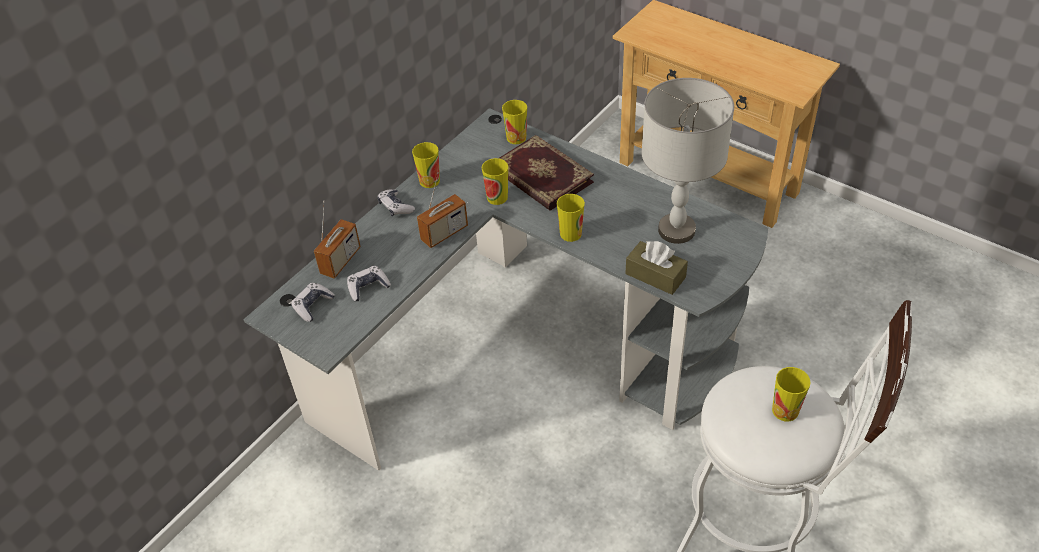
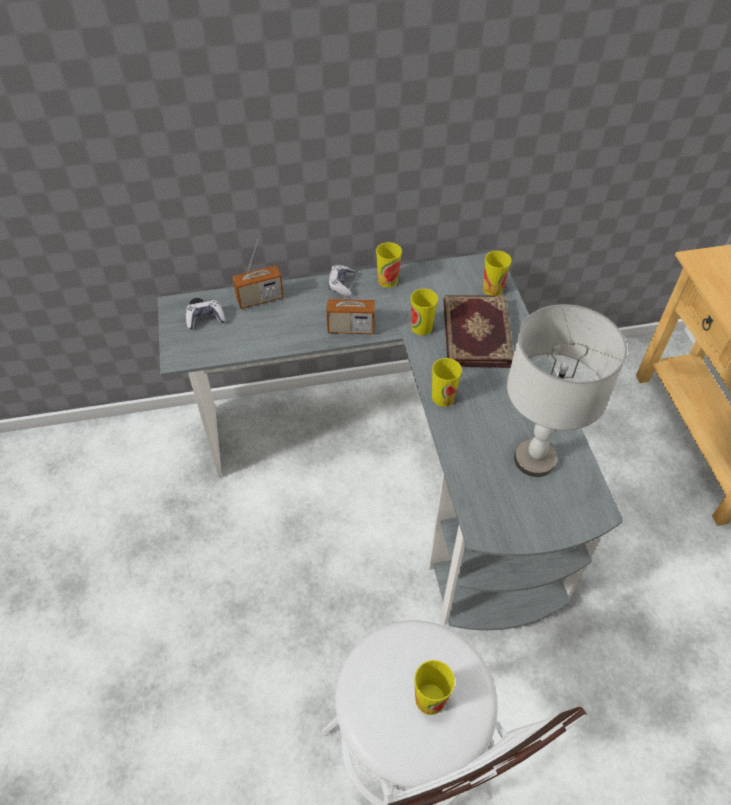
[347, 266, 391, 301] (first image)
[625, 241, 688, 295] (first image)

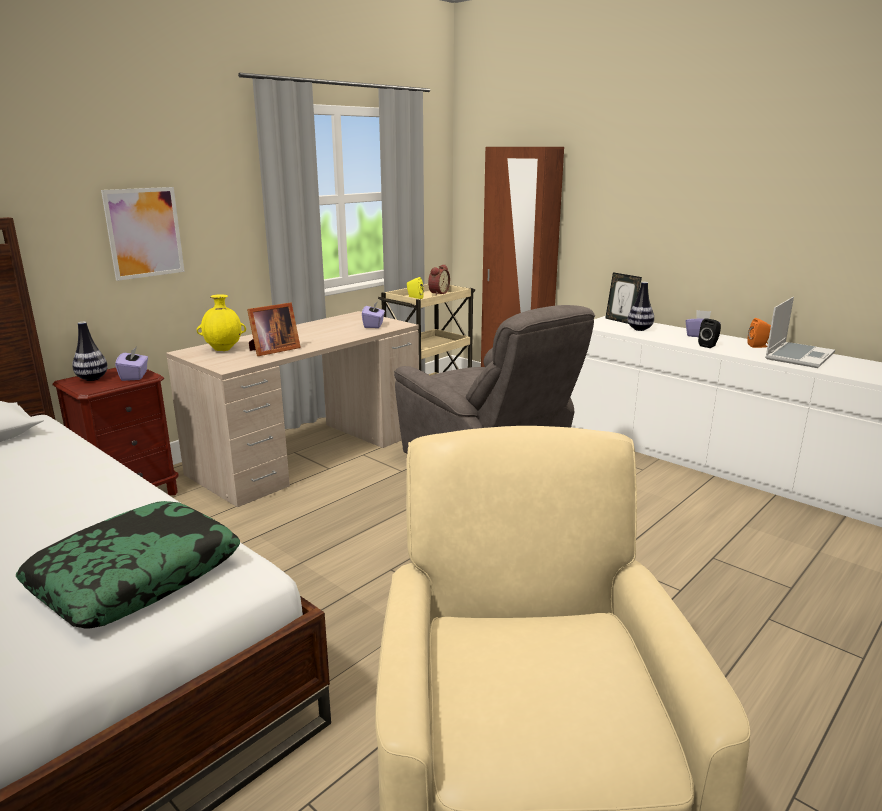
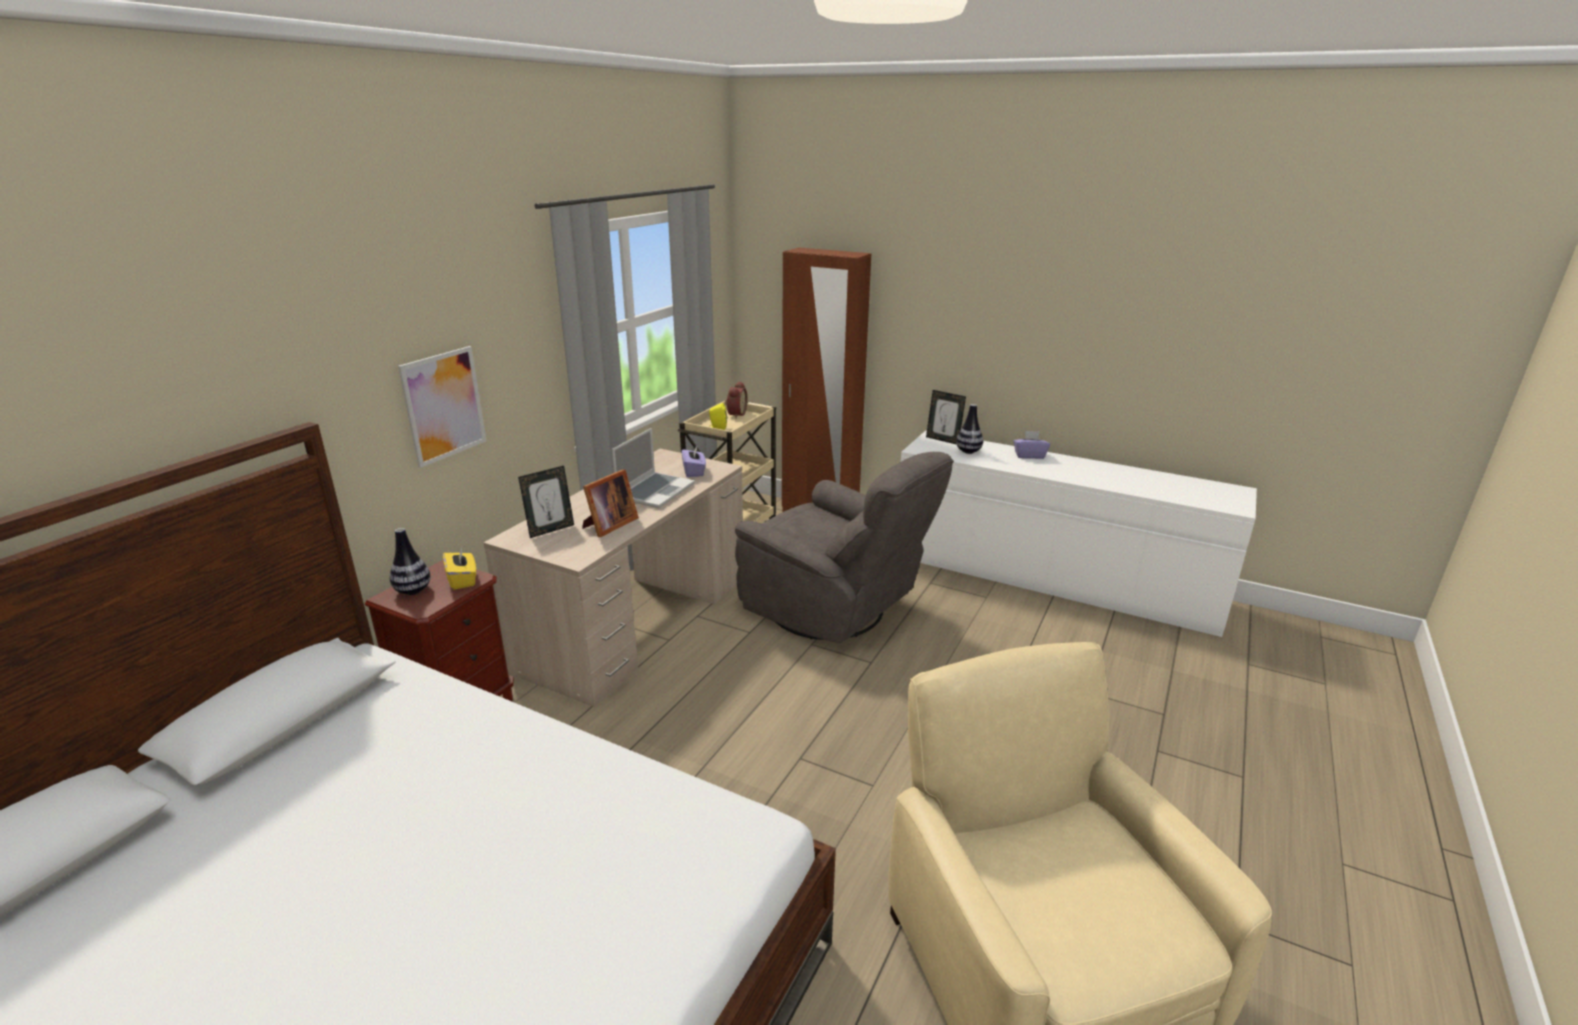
[16, 501, 240, 628] (first image)
[698, 318, 721, 348] (first image)
[747, 318, 771, 348] (first image)
[612, 428, 695, 508]
[518, 466, 574, 538]
[443, 547, 476, 590]

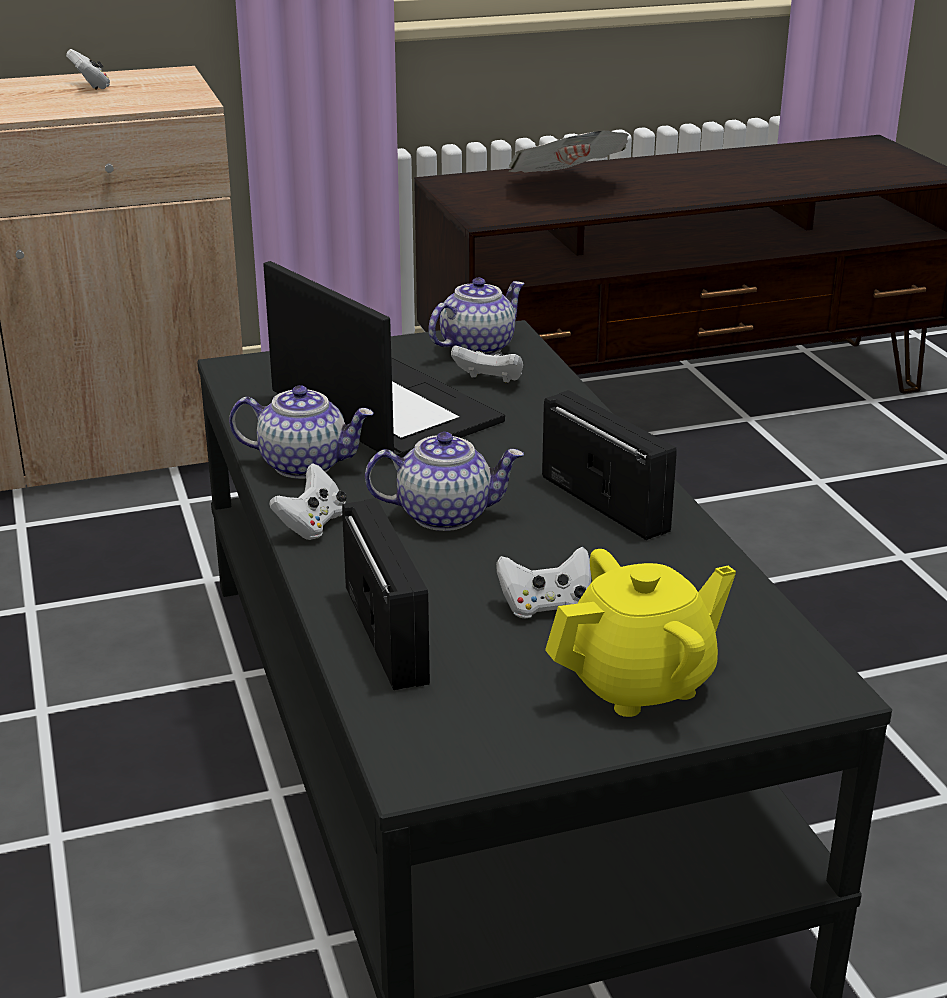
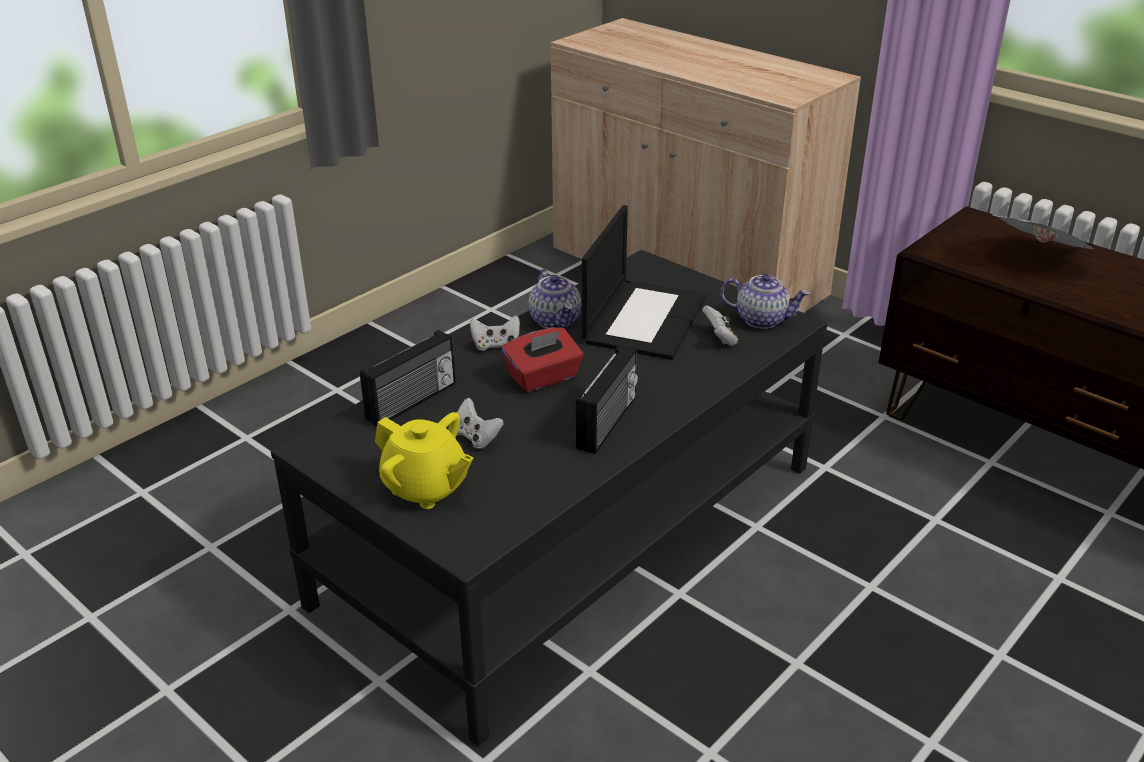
[66, 49, 110, 90] (first image)
[502, 327, 583, 392]

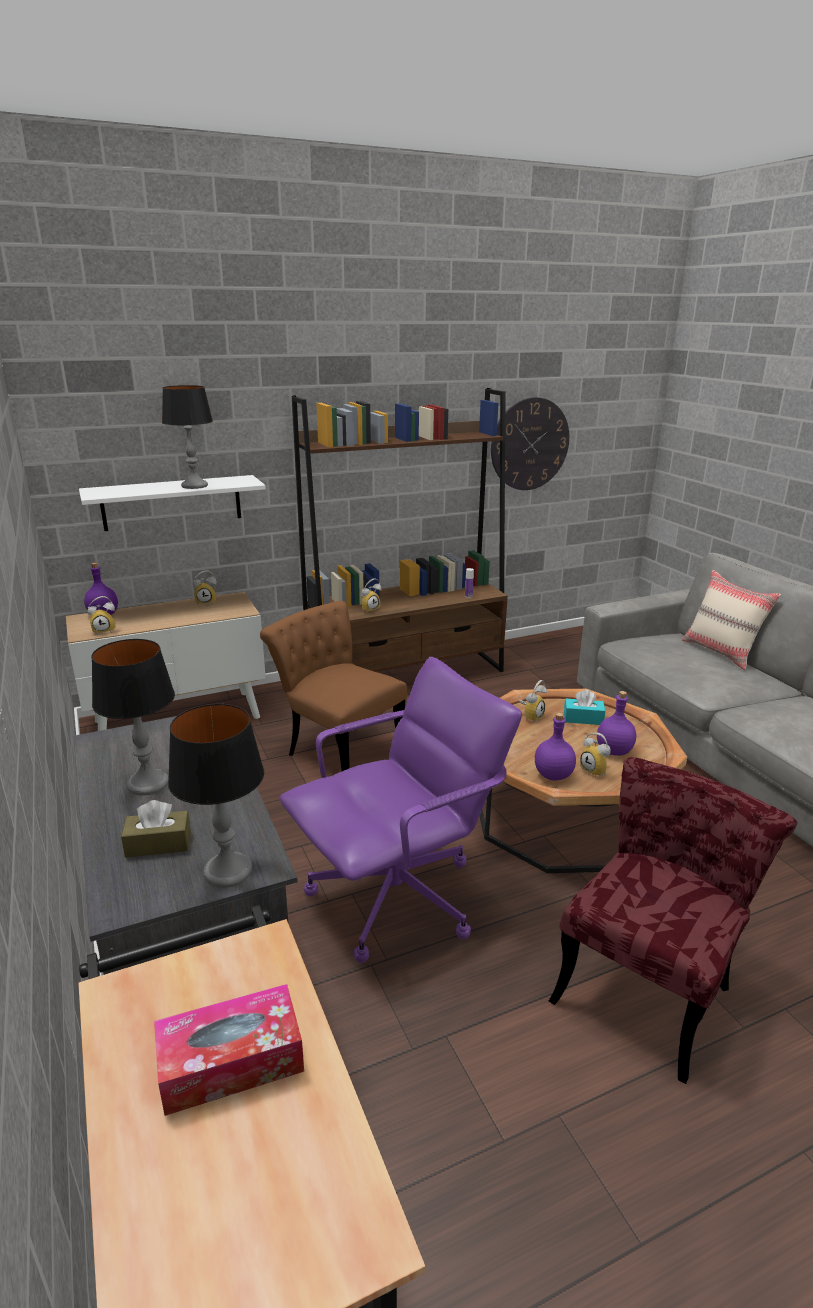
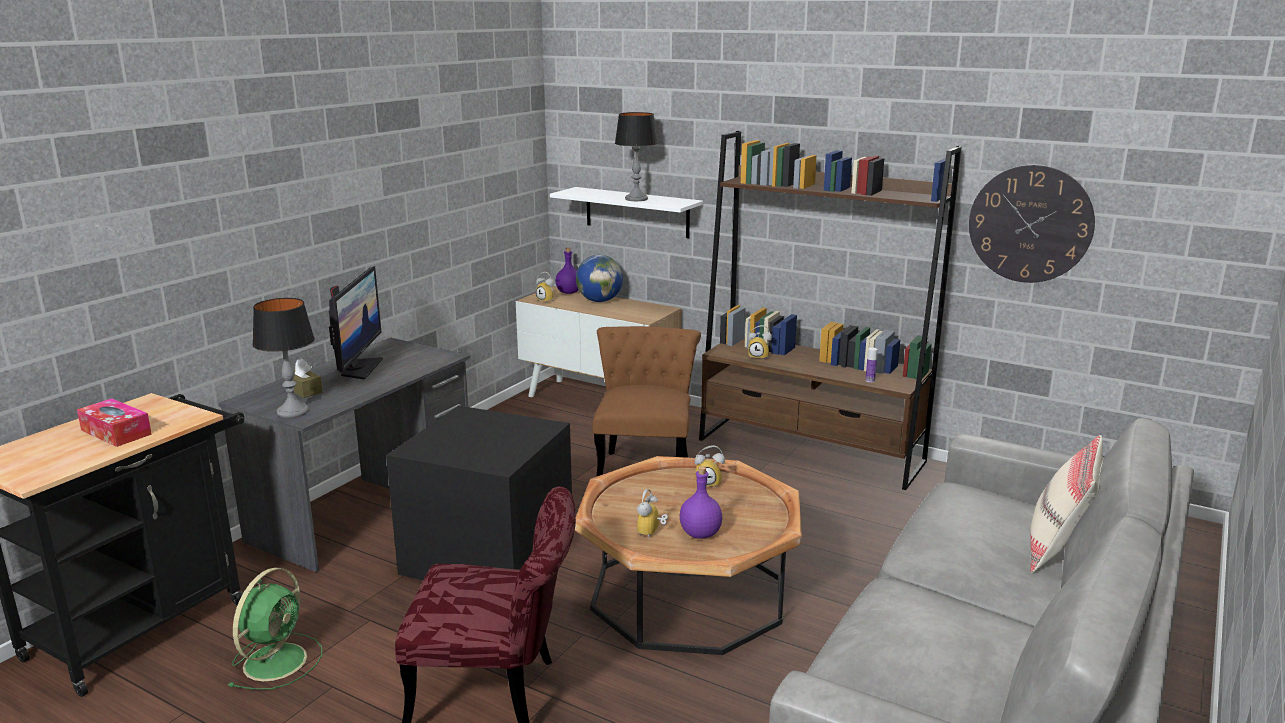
[193, 570, 217, 606] (first image)
[535, 713, 576, 780] (first image)
[564, 689, 605, 725] (first image)
[229, 568, 322, 690]
[576, 255, 623, 302]
[329, 266, 383, 380]
[386, 406, 572, 580]

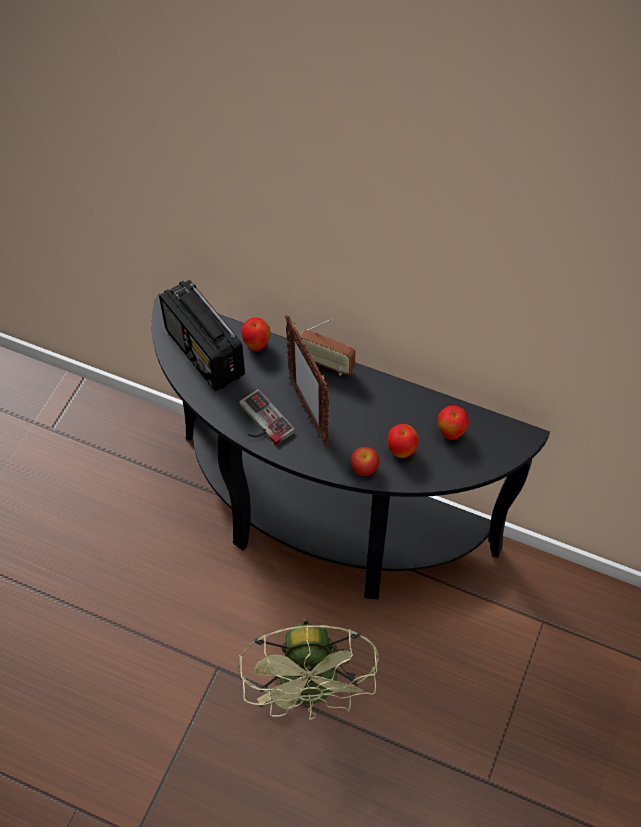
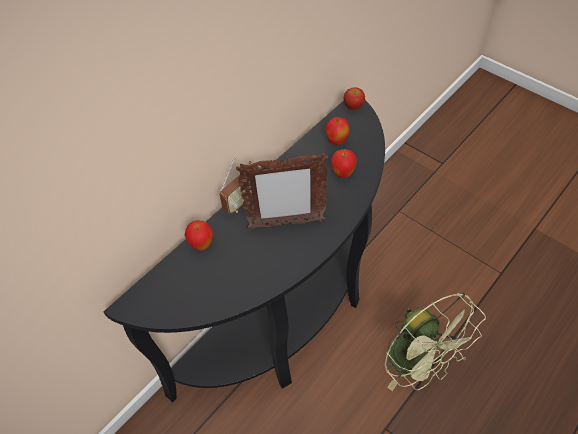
[159, 280, 245, 391] (first image)
[239, 389, 295, 445] (first image)
[344, 87, 365, 110]
[385, 293, 486, 391]

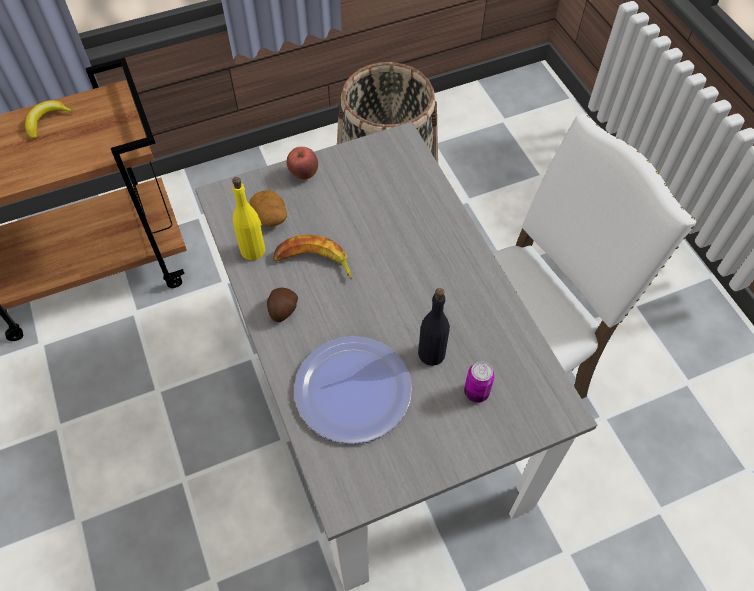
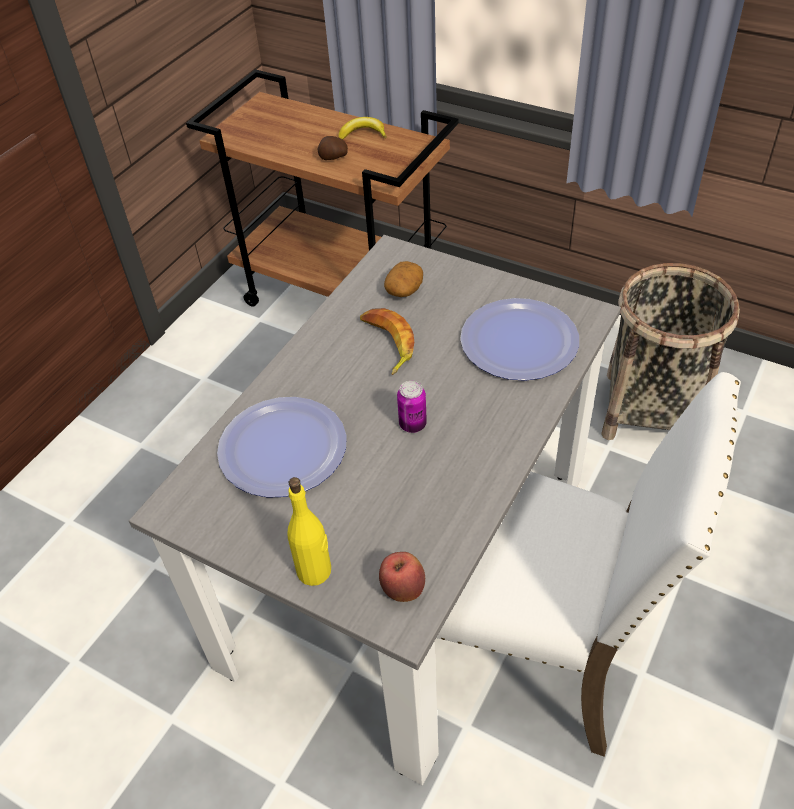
[418, 288, 450, 366] (first image)
[460, 298, 579, 381]
[288, 477, 331, 586]
[318, 136, 348, 160]
[379, 552, 425, 602]
[397, 381, 427, 433]

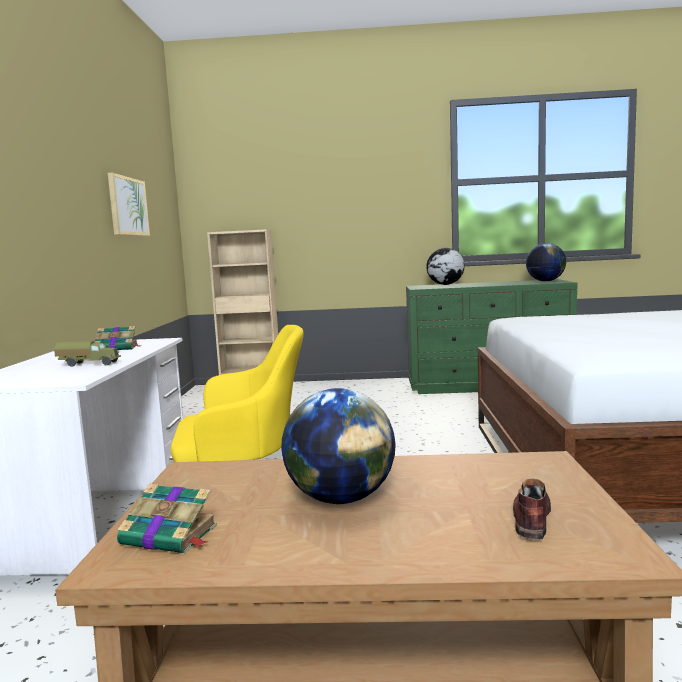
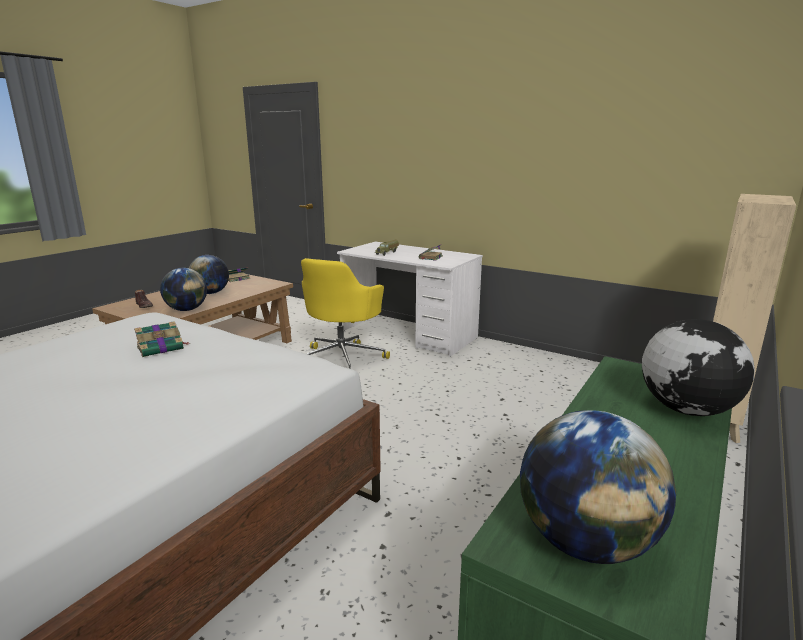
[108, 173, 150, 236] (first image)
[134, 321, 189, 357]
[160, 268, 207, 311]

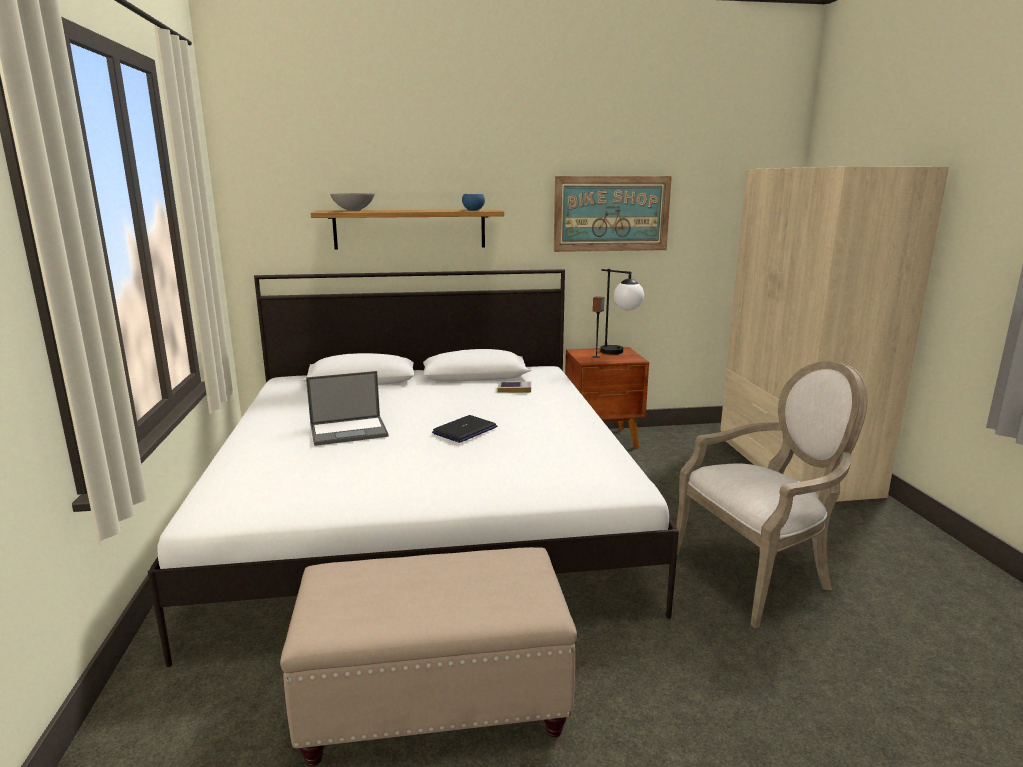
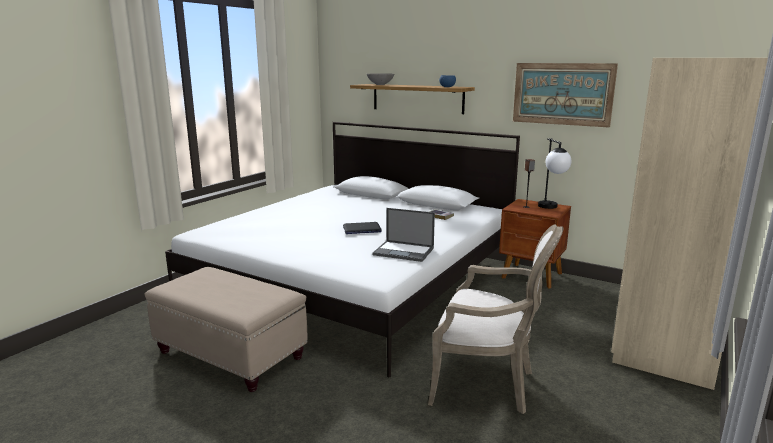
[372, 208, 435, 262]

